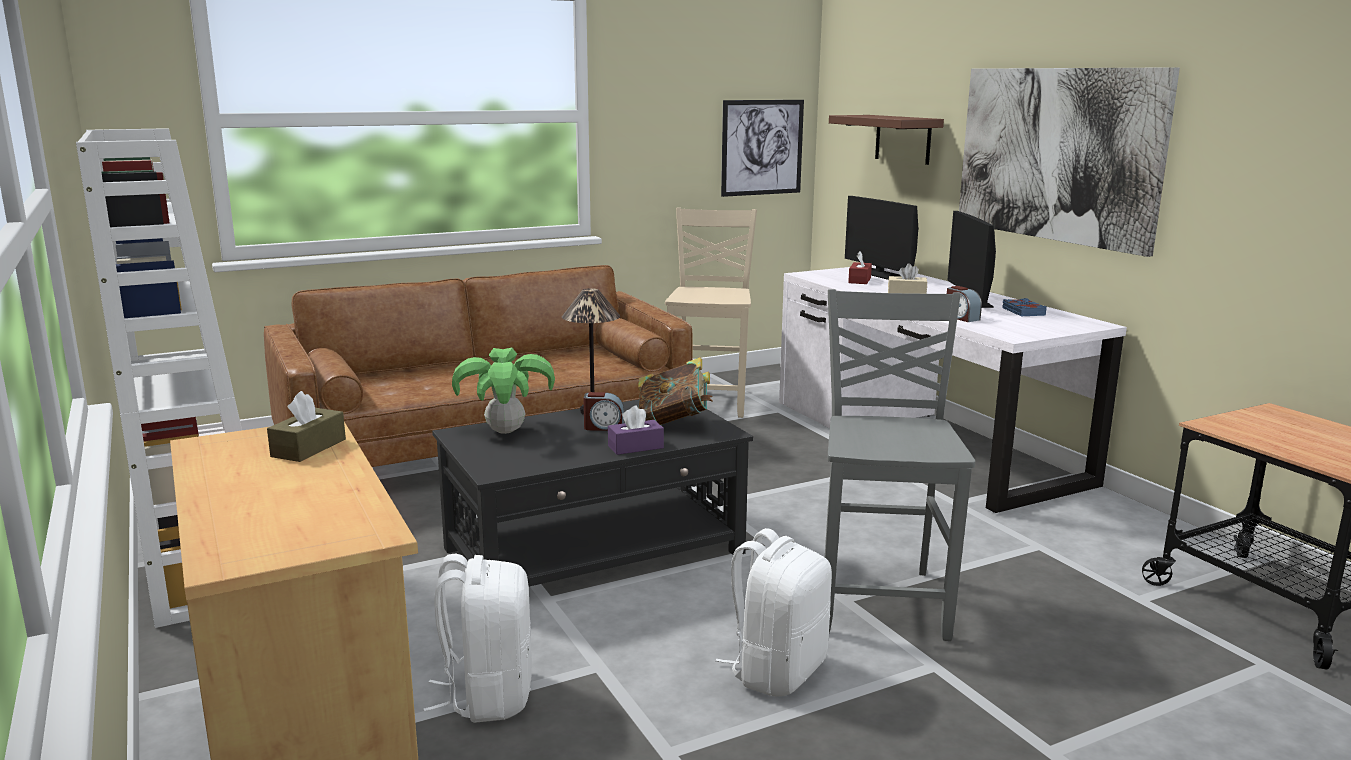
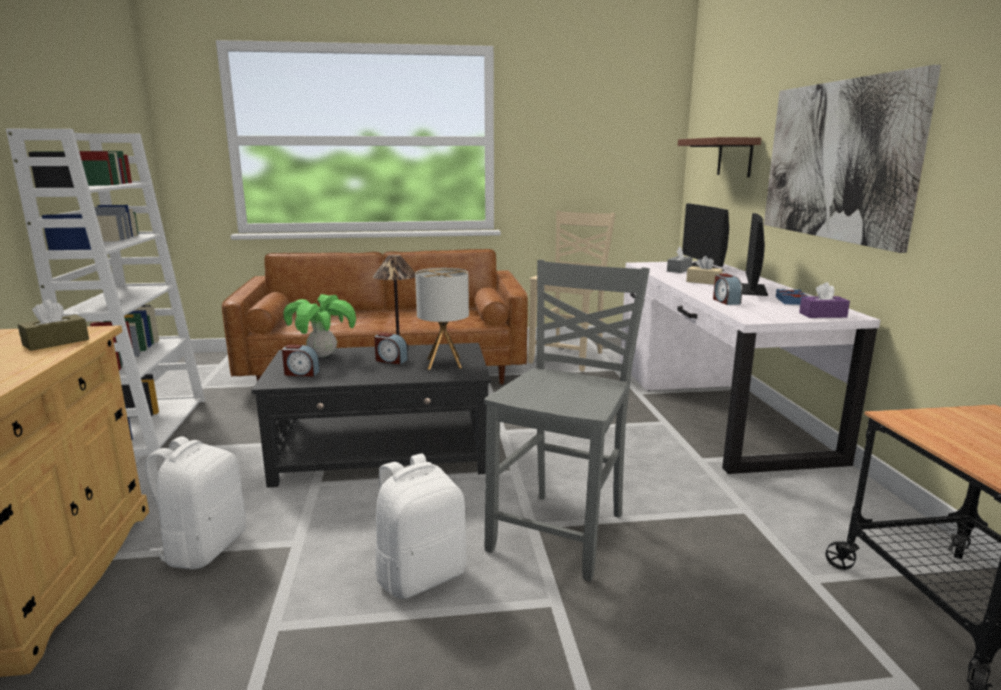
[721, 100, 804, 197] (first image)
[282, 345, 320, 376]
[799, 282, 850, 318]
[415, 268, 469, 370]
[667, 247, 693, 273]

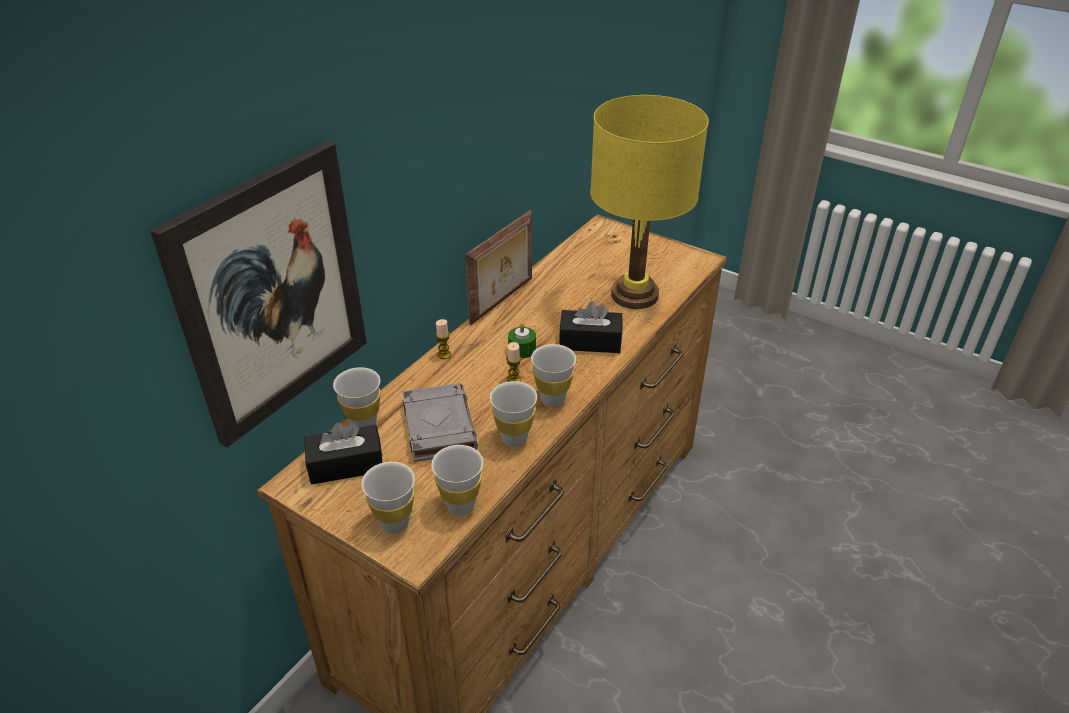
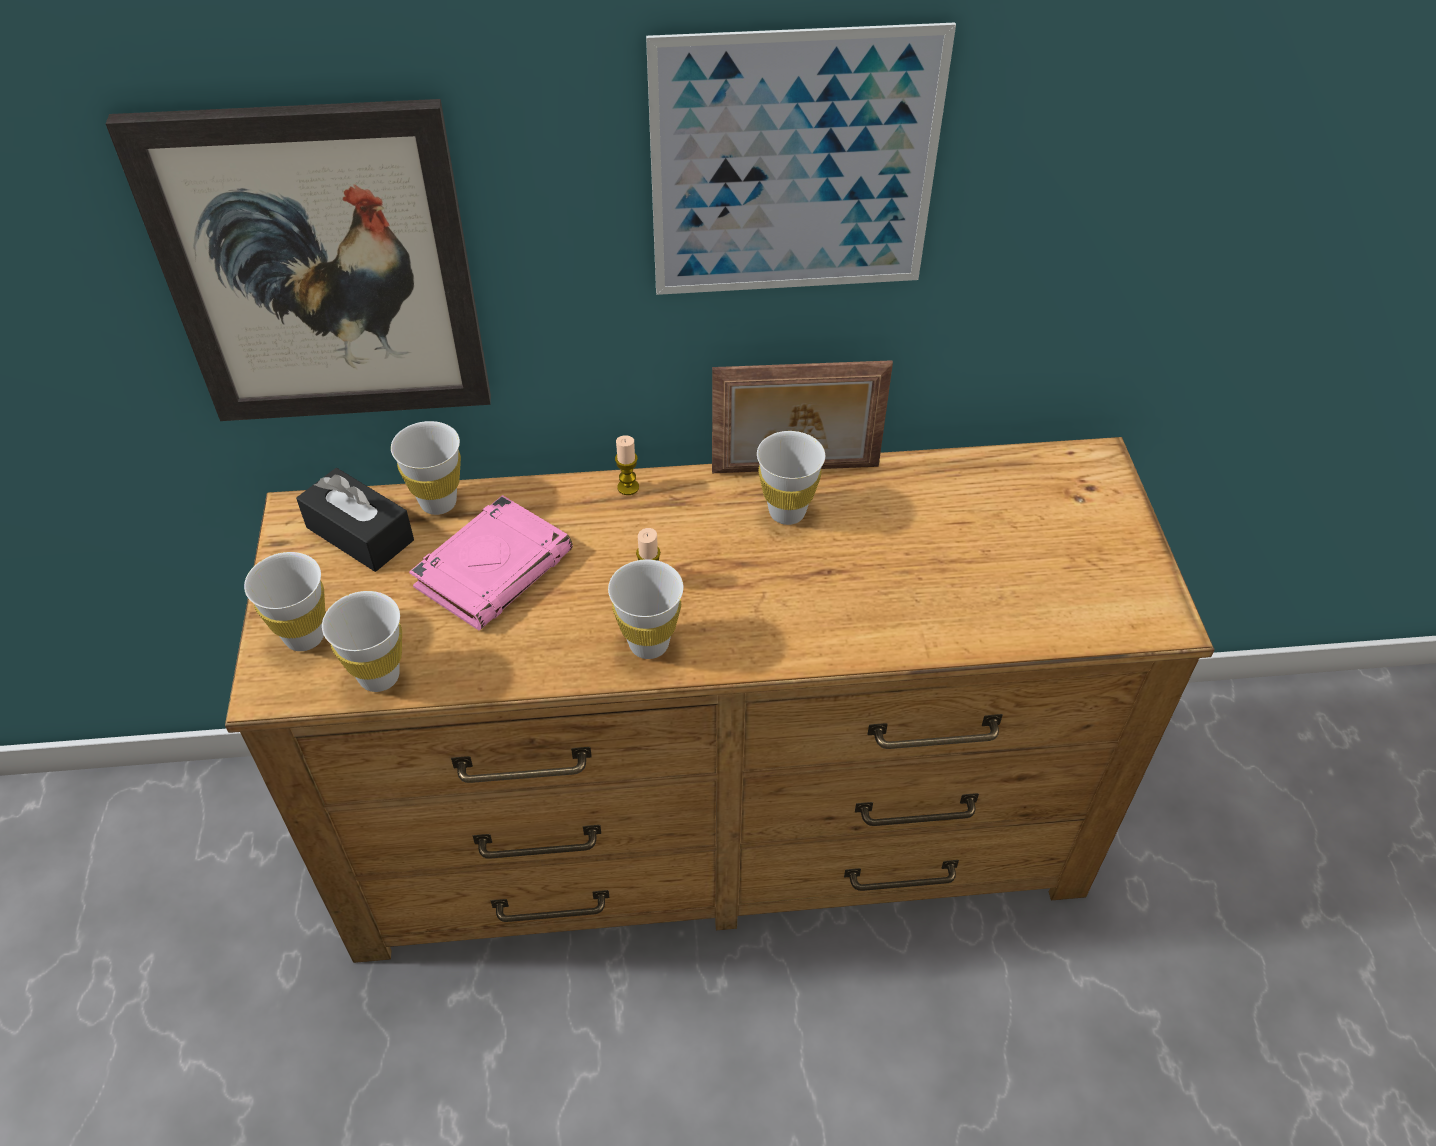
[508, 323, 536, 358] (first image)
[559, 301, 622, 353] (first image)
[590, 95, 709, 309] (first image)
[646, 22, 956, 295]
[757, 431, 825, 525]
[409, 495, 573, 630]

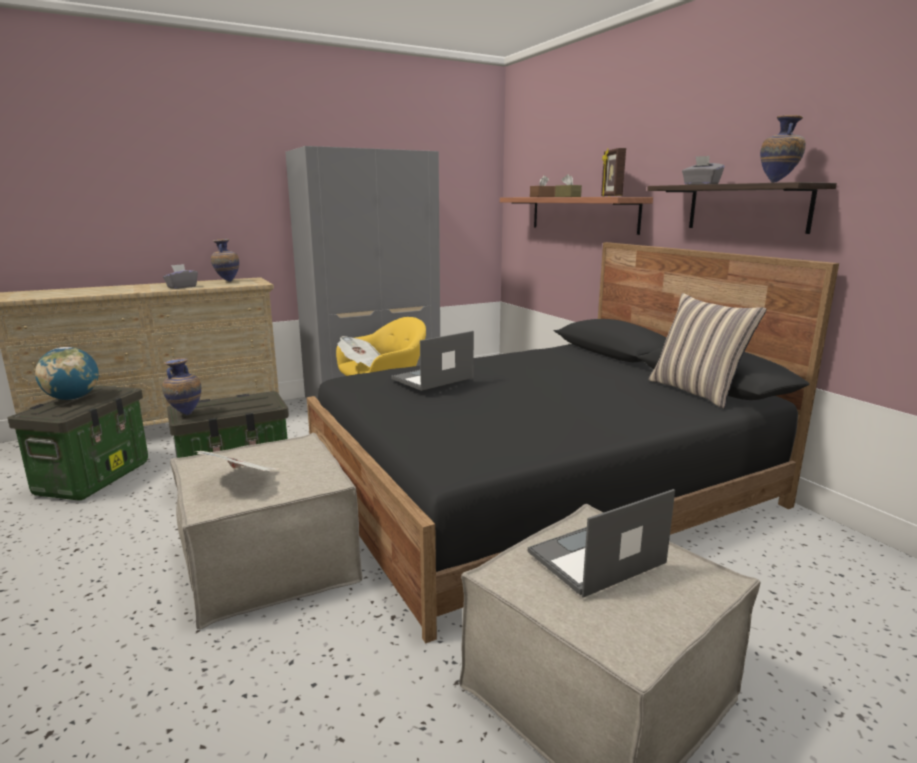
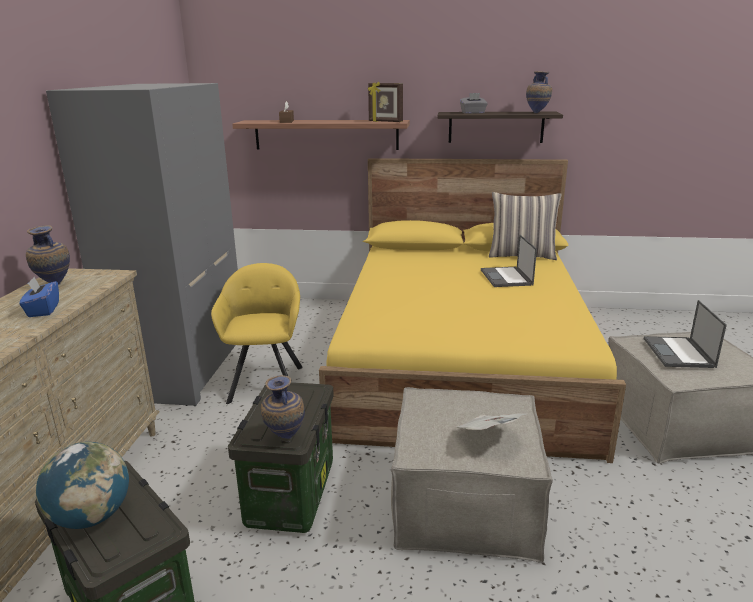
[338, 336, 380, 367] (first image)
[555, 174, 582, 197] (first image)
[481, 234, 537, 287]
[19, 277, 59, 317]
[319, 158, 626, 463]

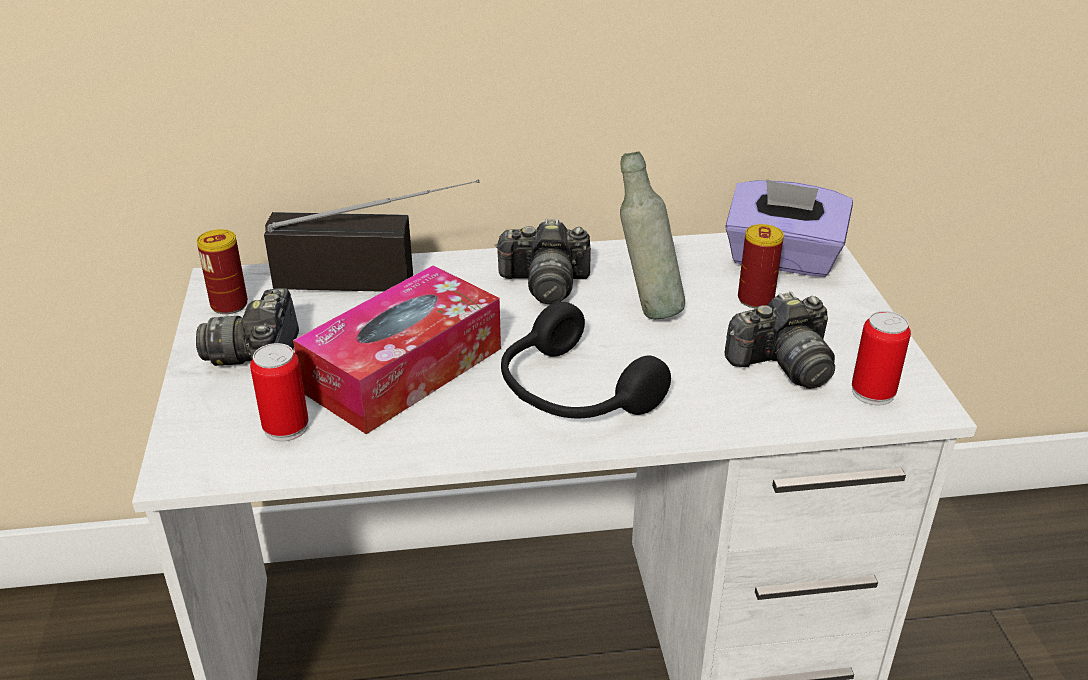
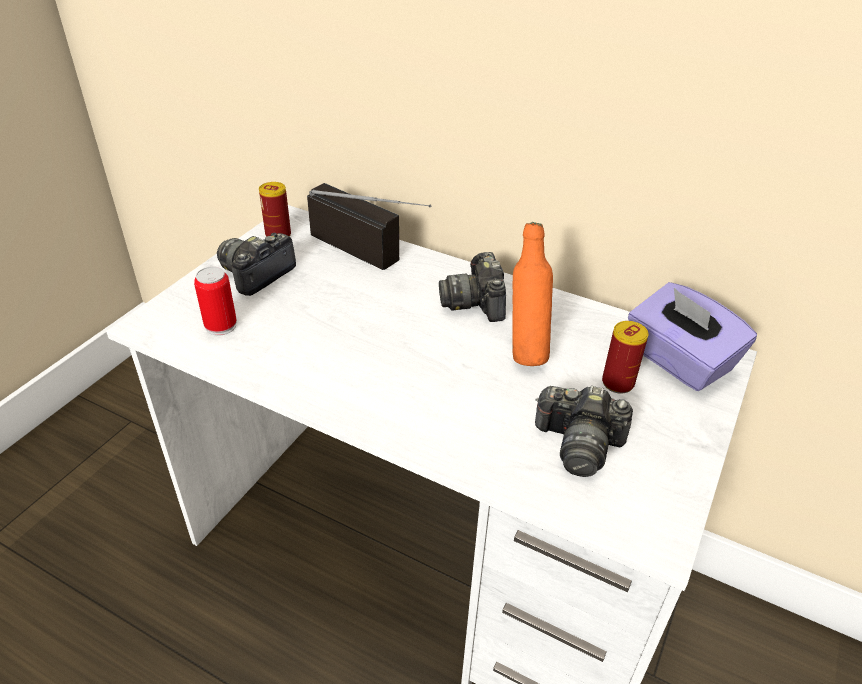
[293, 265, 501, 434] (first image)
[501, 302, 671, 419] (first image)
[852, 311, 911, 406] (first image)
[512, 222, 553, 366]
[439, 252, 506, 322]

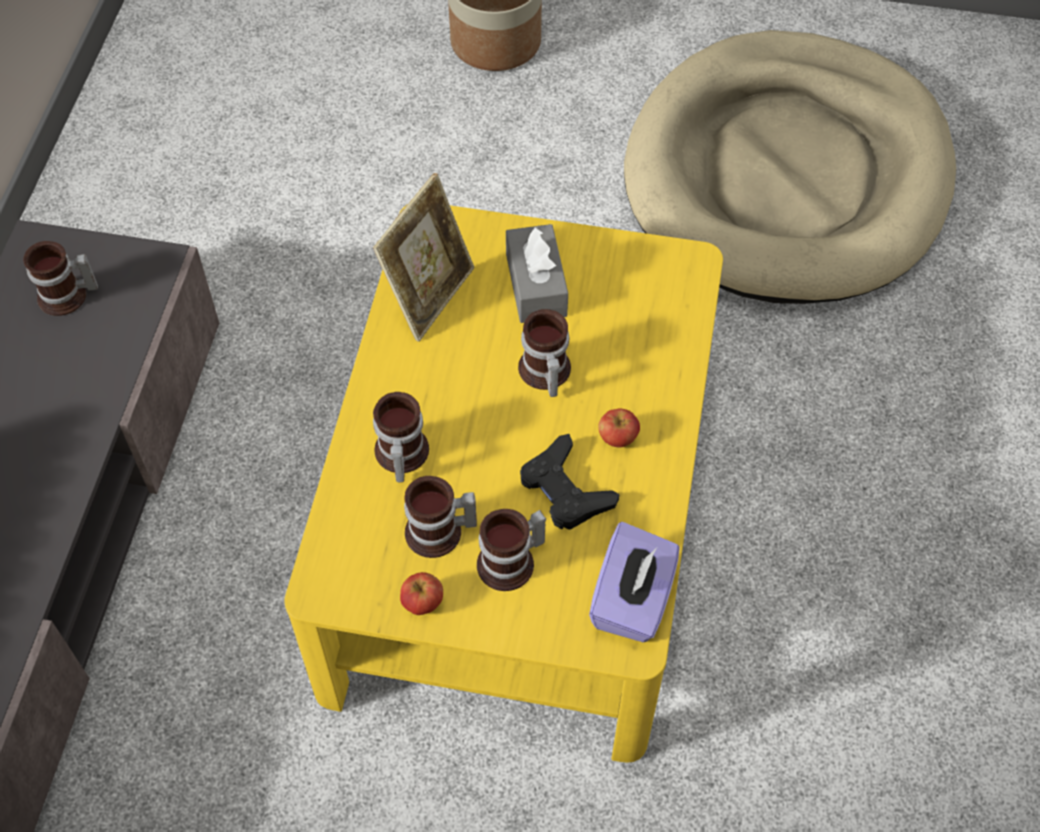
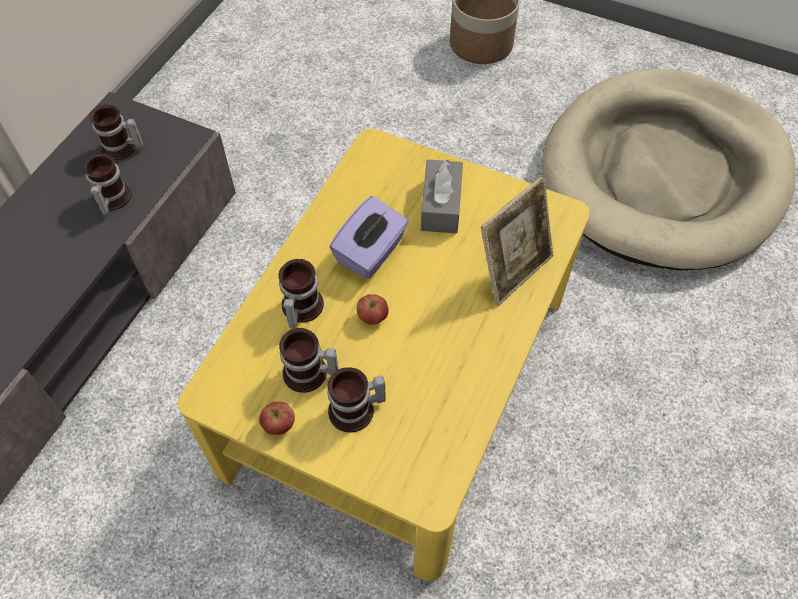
[520, 434, 619, 530] (first image)
[481, 176, 553, 306]
[83, 153, 132, 215]
[330, 196, 409, 279]
[357, 294, 389, 325]

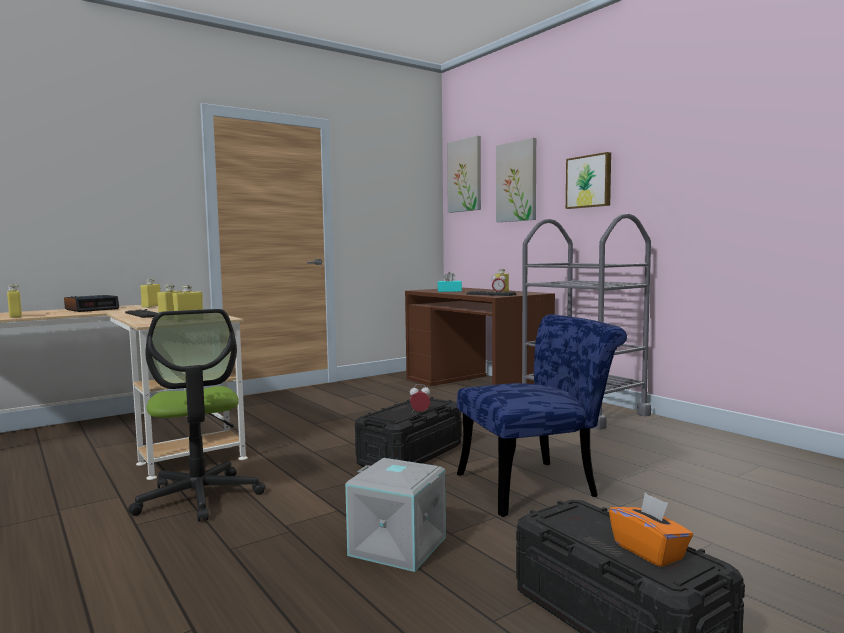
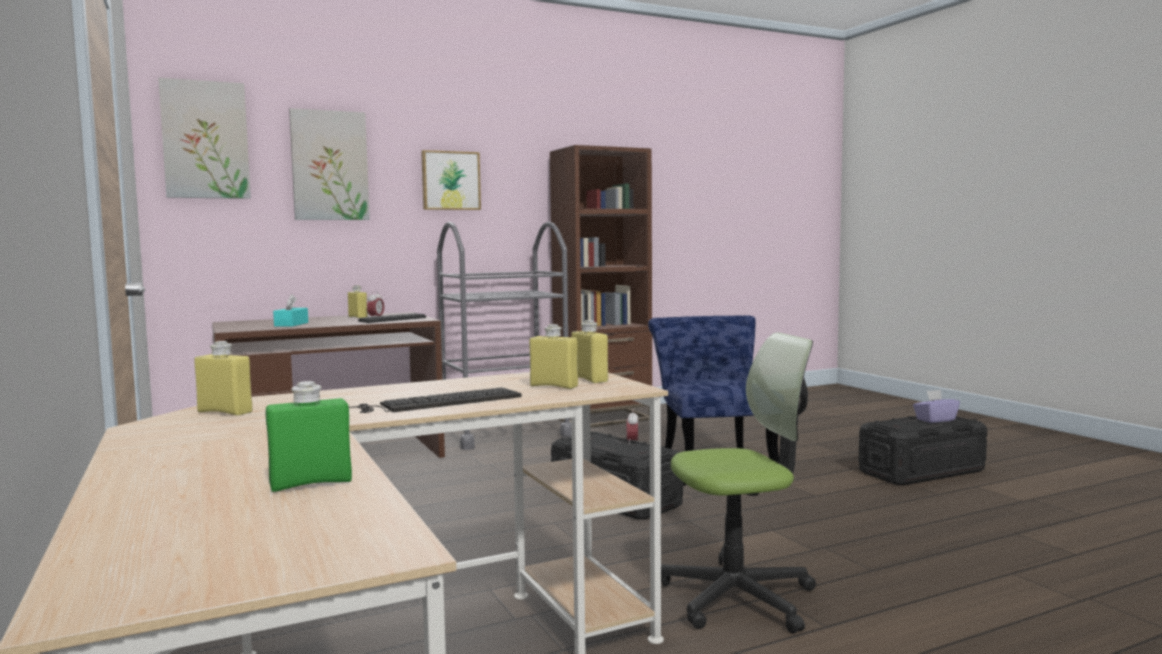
[64, 295, 119, 312] (first image)
[345, 458, 446, 572] (first image)
[550, 145, 652, 428]
[265, 381, 352, 492]
[913, 389, 960, 423]

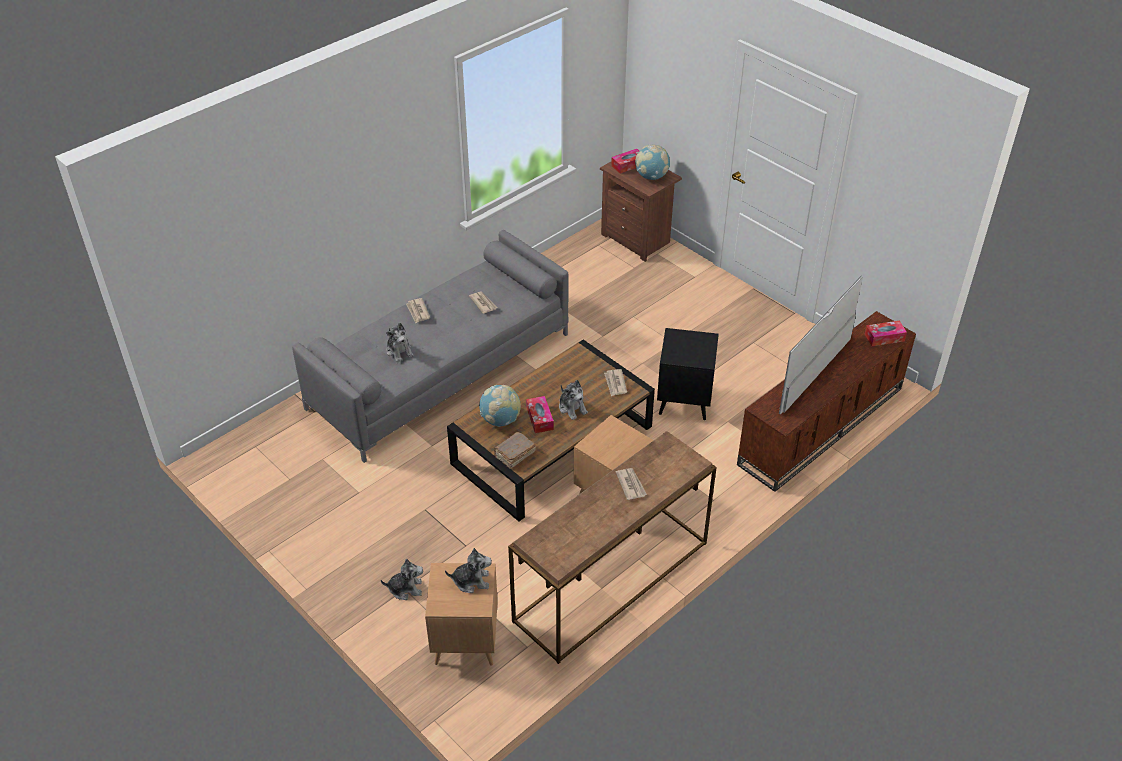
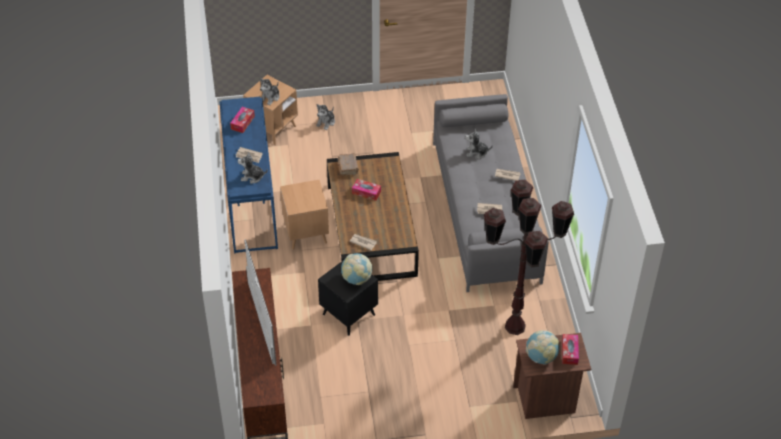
[484, 180, 574, 335]
[341, 253, 373, 285]
[238, 152, 268, 184]
[230, 107, 255, 133]
[220, 97, 278, 254]

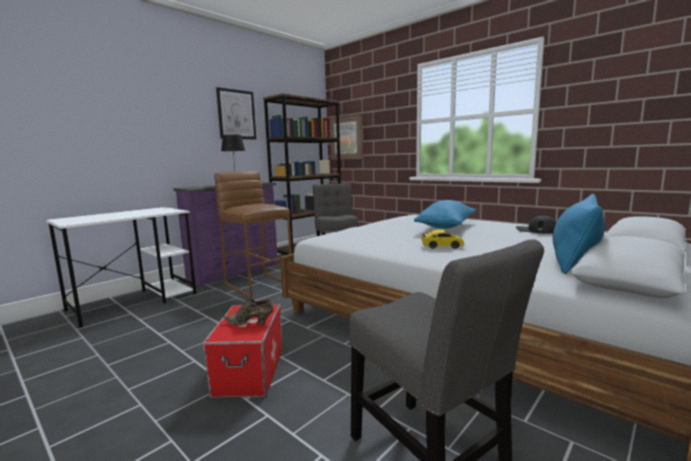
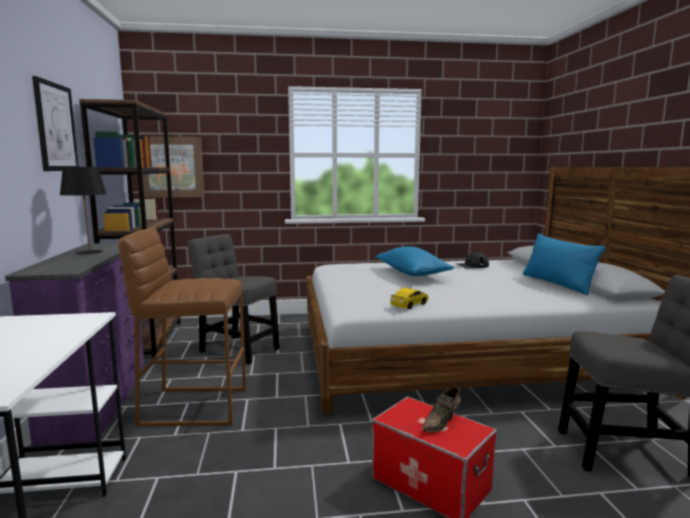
[390, 287, 429, 309]

